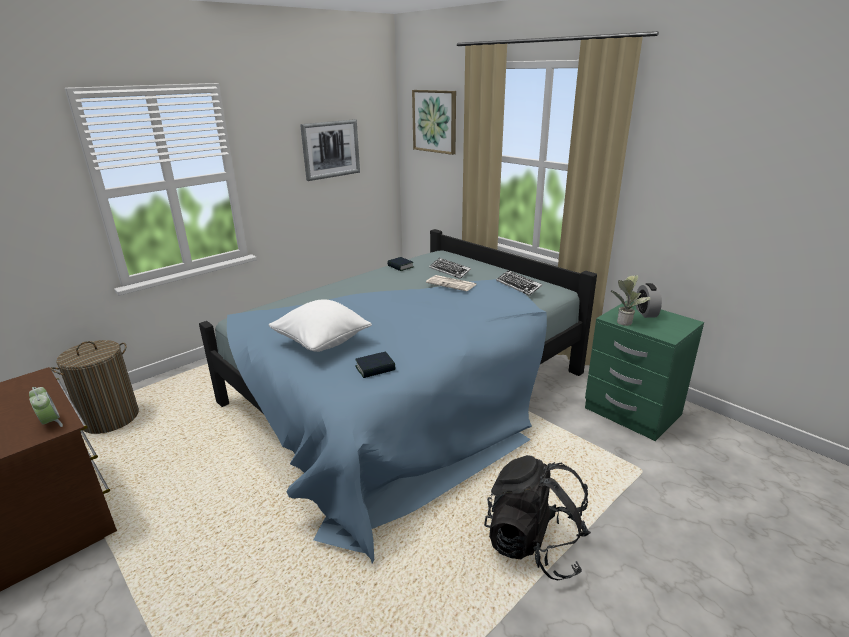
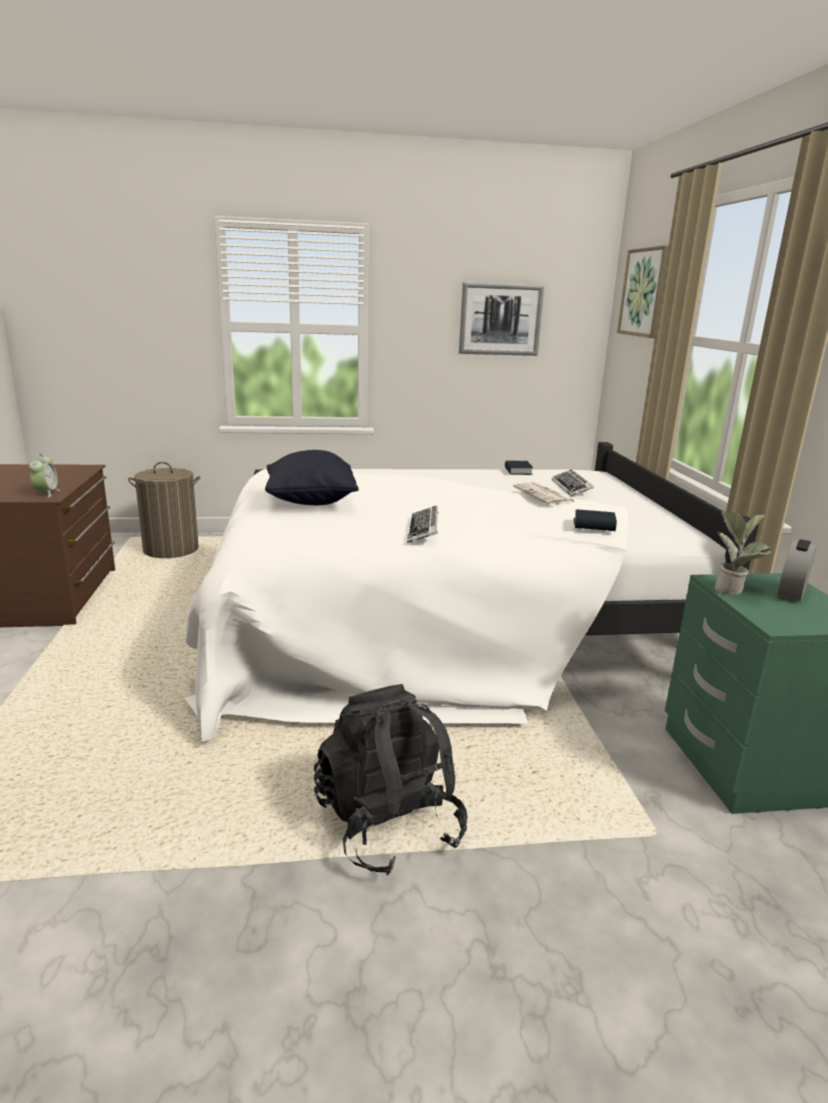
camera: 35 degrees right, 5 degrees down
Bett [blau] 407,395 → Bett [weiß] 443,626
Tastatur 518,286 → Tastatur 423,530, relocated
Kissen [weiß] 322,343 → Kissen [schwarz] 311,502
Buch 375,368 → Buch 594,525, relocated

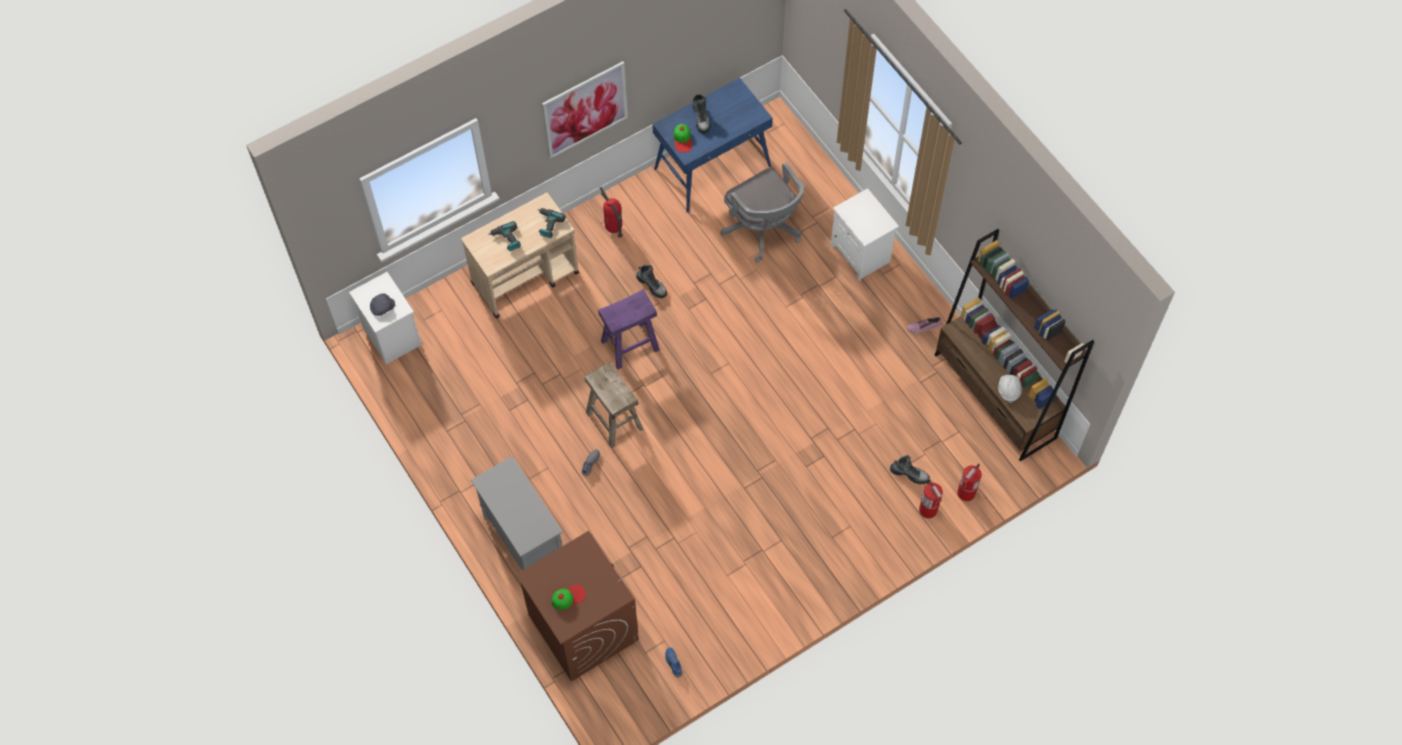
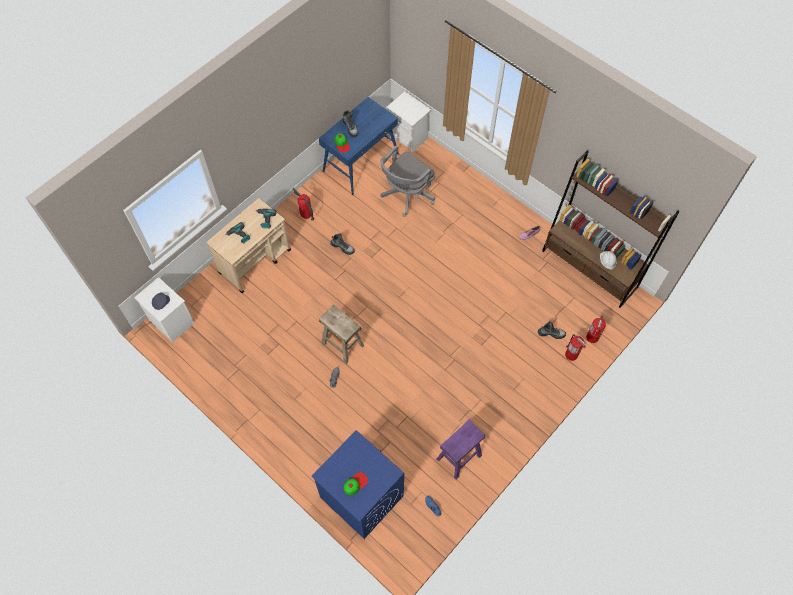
camera: 15 degrees left, 0 degrees up
Bild 585,109 → -
Bürostuhl [grau] 764,230 → Bürostuhl [grau] 406,195, 90 degrees clockwise
Nachttisch [weiß] 862,254 → Nachttisch [weiß] 409,138, relocated
Hocker [lila] 630,345 → Hocker [lila] 459,456, relocated
Schrank [grau] 524,541 → -
Waschmaschine [braun] 582,626 → Waschmaschine [blau] 361,496

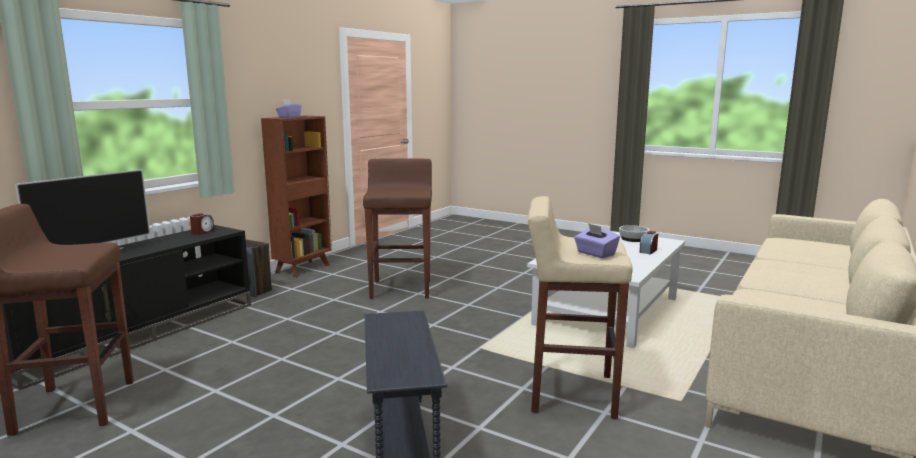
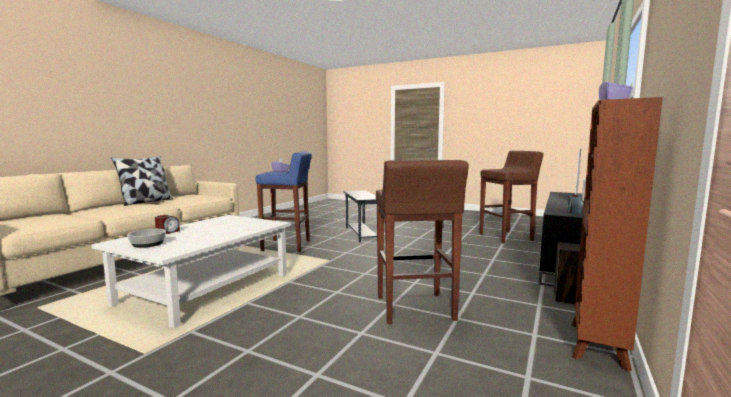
camera: 175 degrees right, 5 degrees down
Hocker [beige] 570,393 → Hocker [blau] 287,246
- → Kissen 146,202

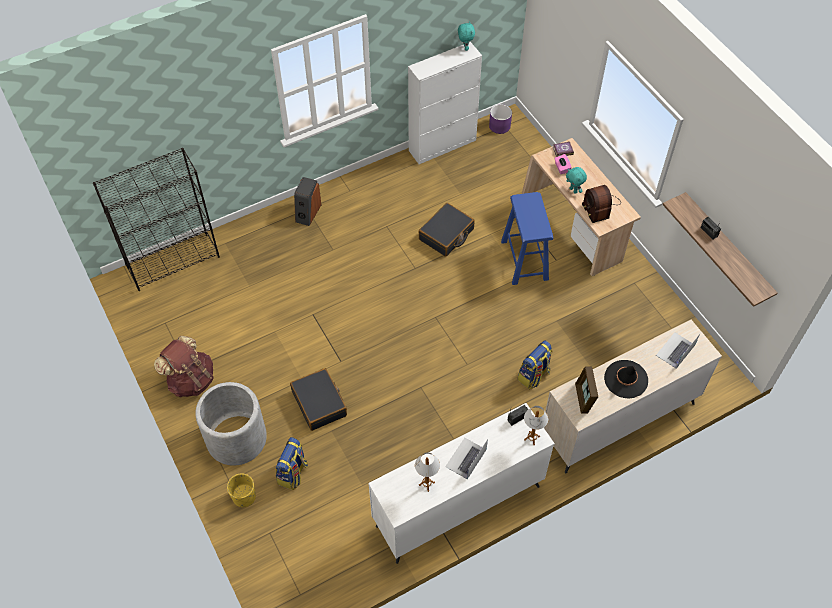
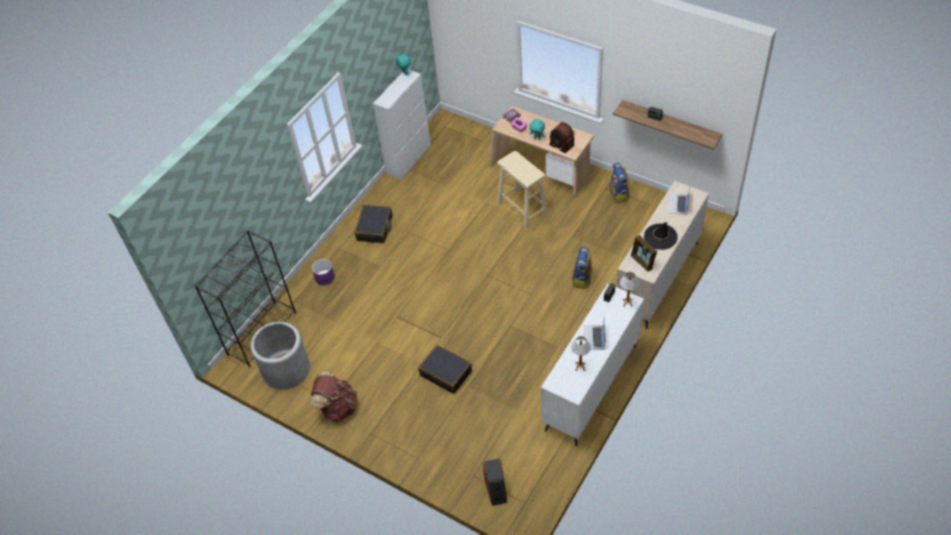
camera: 25 degrees left, 5 degrees down
Pflanzkübel [lila] 500,126 → Pflanzkübel [lila] 325,277, relocated
Lautsprecher 307,213 → Lautsprecher 496,490, relocated
Hocker [blau] 524,260 → Hocker [beige] 522,208
Koffer [schwarz] 446,235 → Koffer [schwarz] 375,228, relocated
Pflanzkübel [grau] 236,438 → Pflanzkübel [grau] 286,370, relocated
Rucksack 293,474 → Rucksack 618,194, relocated
Pflanzkübel [gelb] 244,496 → -

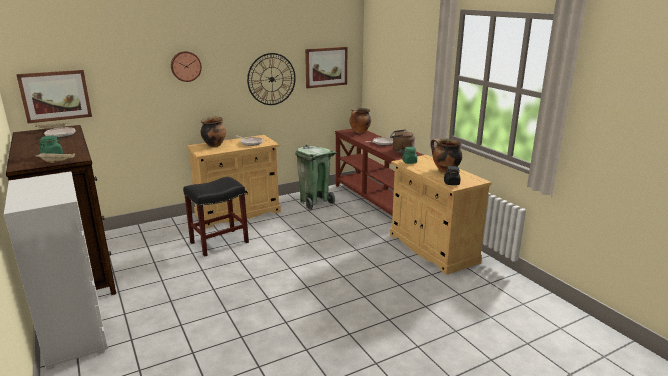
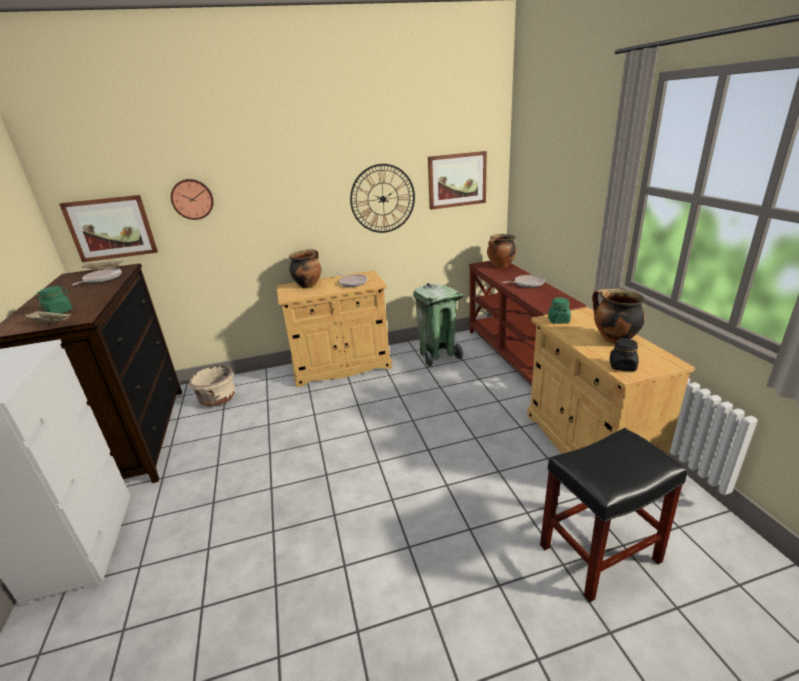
camera: 15 degrees right, 5 degrees up
Wanduhr 185,66 → Wanduhr 192,199, relocated
Wasserkessel [braun] 401,151 → -
Hocker [schwarz] 219,242 → Hocker [schwarz] 599,552, relocated
- → Pflanzkübel [beige] 217,399

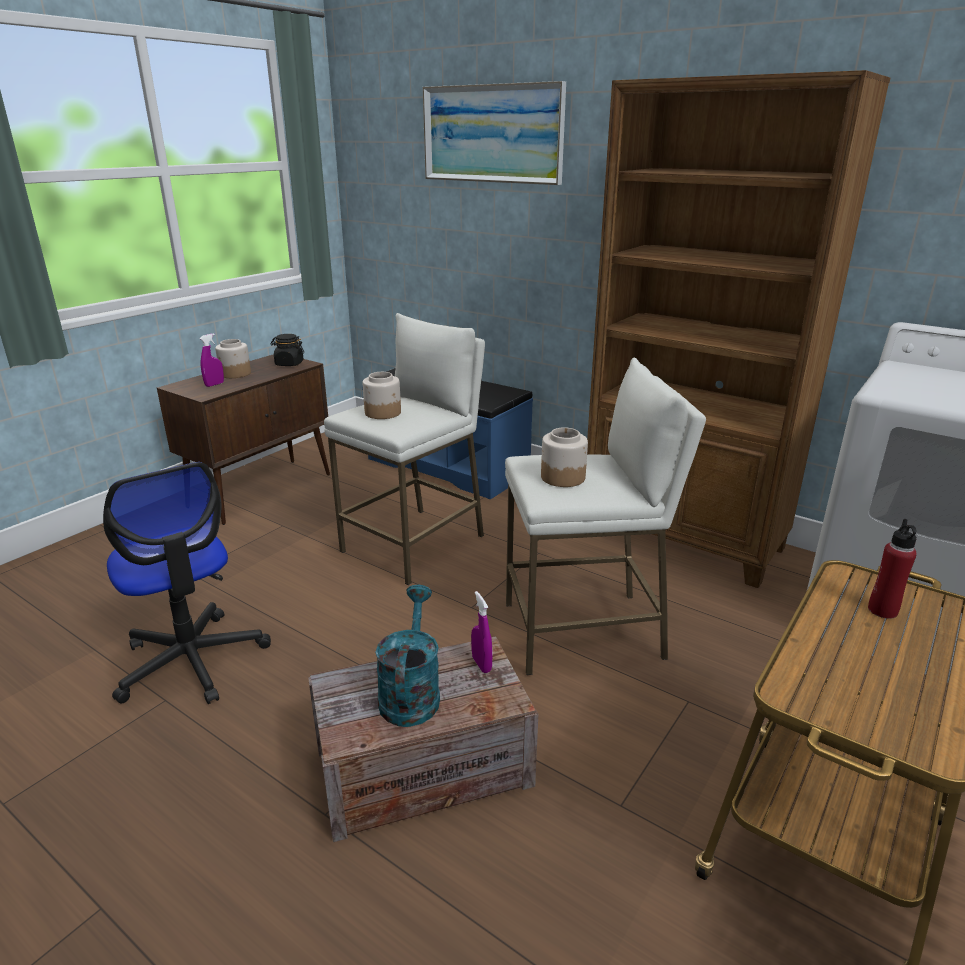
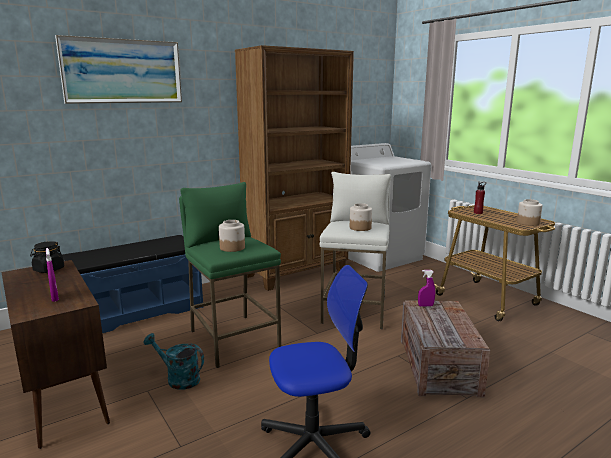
camera: 70 degrees left, 10 degrees down
Hocker [weiß] 414,544 → Hocker [grün] 233,339
Vorratsglas 235,374 → Vorratsglas 528,223, relocated
Gießkanne [türkis] 410,692 → Gießkanne [türkis] 178,379, relocated

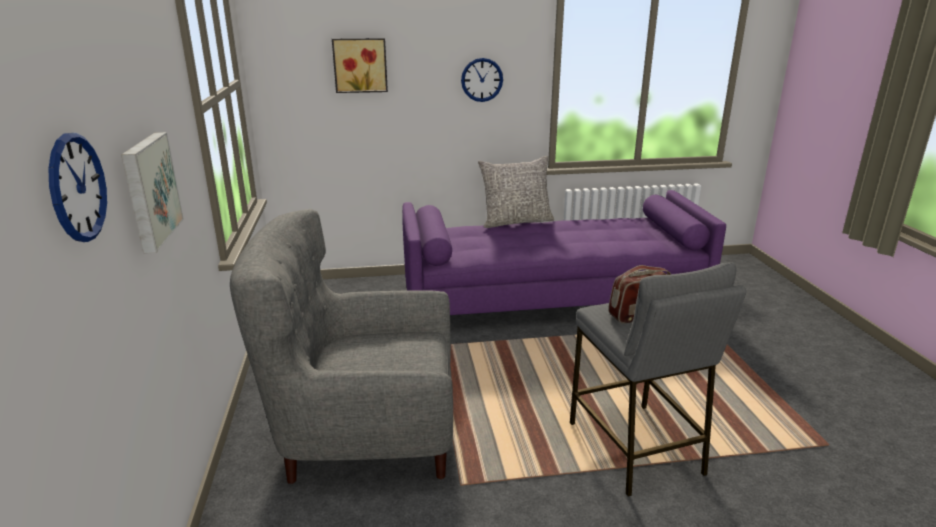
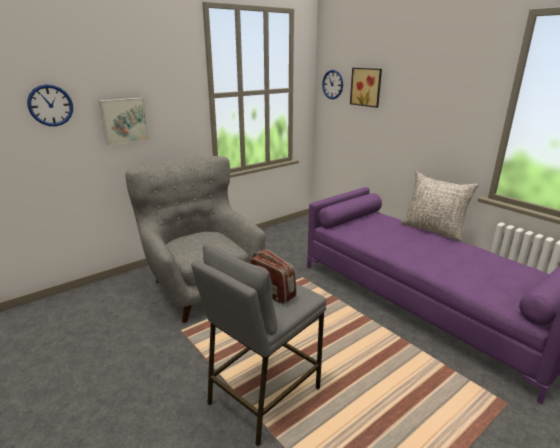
camera: 60 degrees right, 0 degrees up
Wanduhr 482,80 → Wanduhr 332,84, relocated

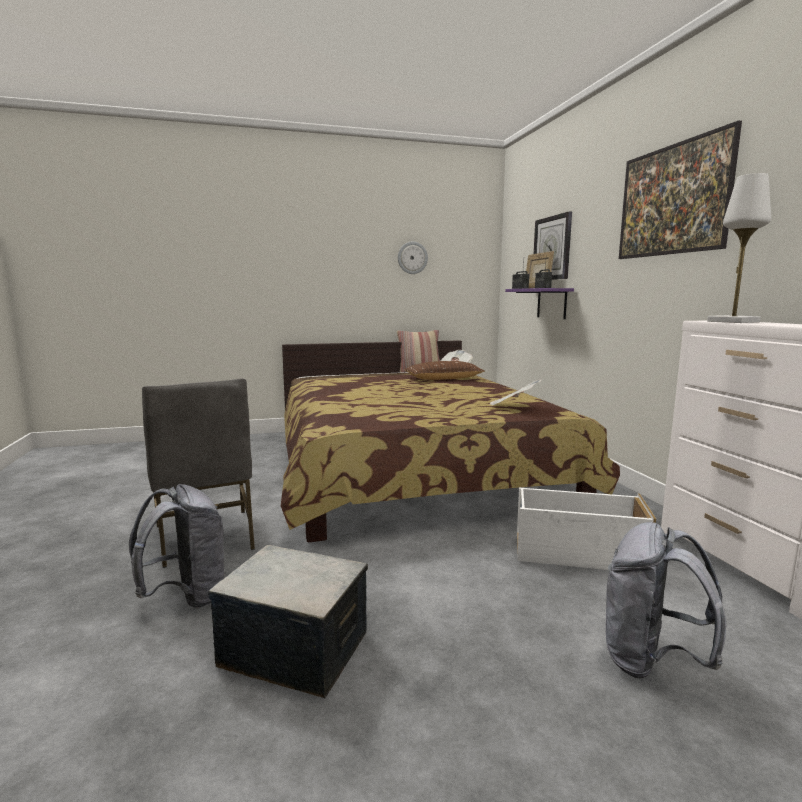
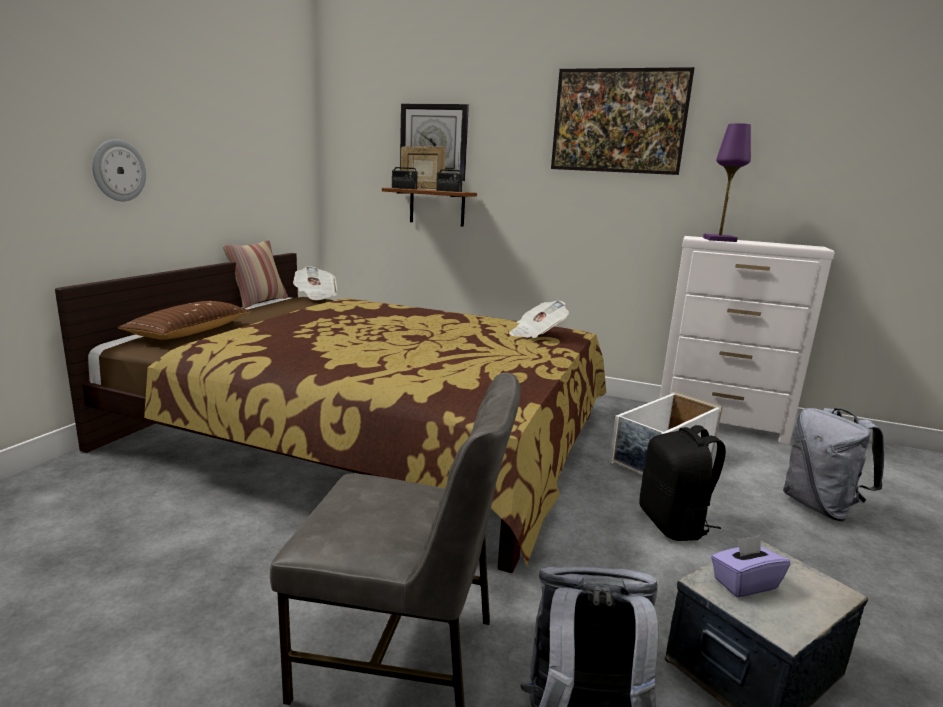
camera: 55 degrees left, 5 degrees up
Tischlampe [weiß] 733,322 → Tischlampe [lila] 719,240
Wanduhr 412,258 → Wanduhr 118,170, relocated
Wandregal [lila] 552,303 → Wandregal [braun] 437,207
Kissen [braun] 443,379 → Kissen [braun] 190,332, relocated
- → Rucksack [schwarz] 674,524
- → Taschentuchbox [lila] 744,583

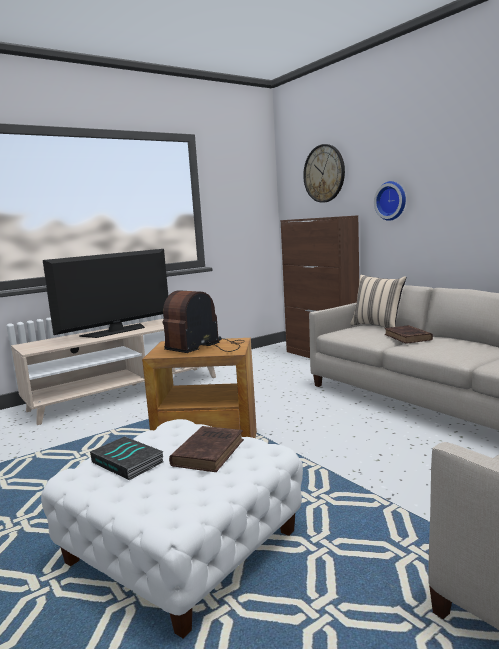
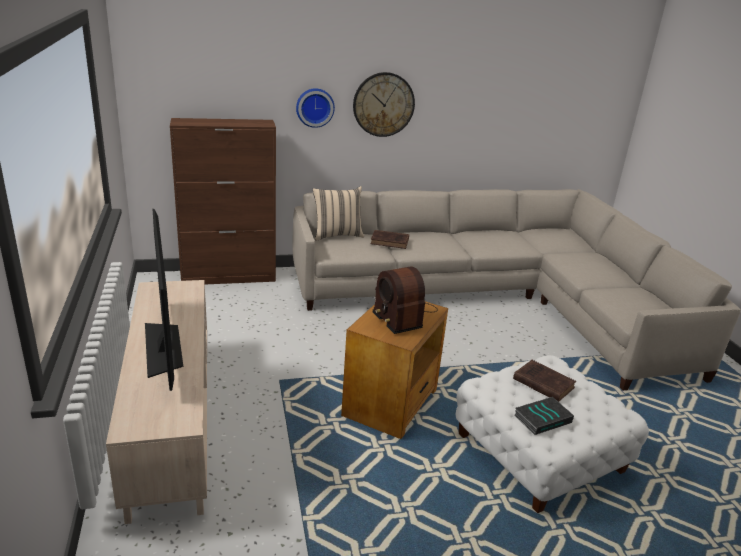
camera: 70 degrees left, 15 degrees up
Wanduhr 324,173 → Wanduhr 383,104, relocated

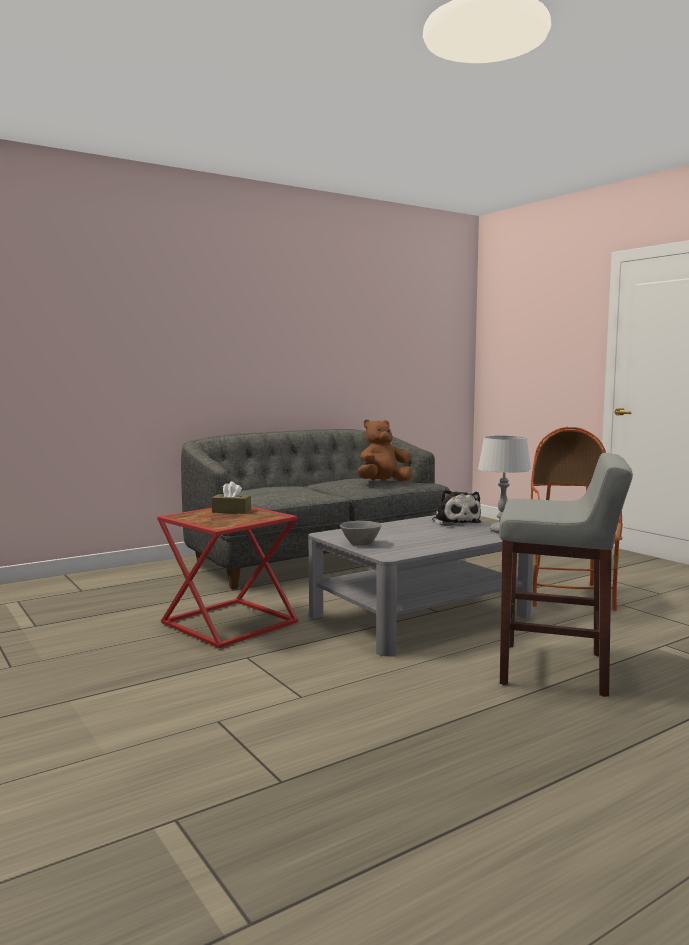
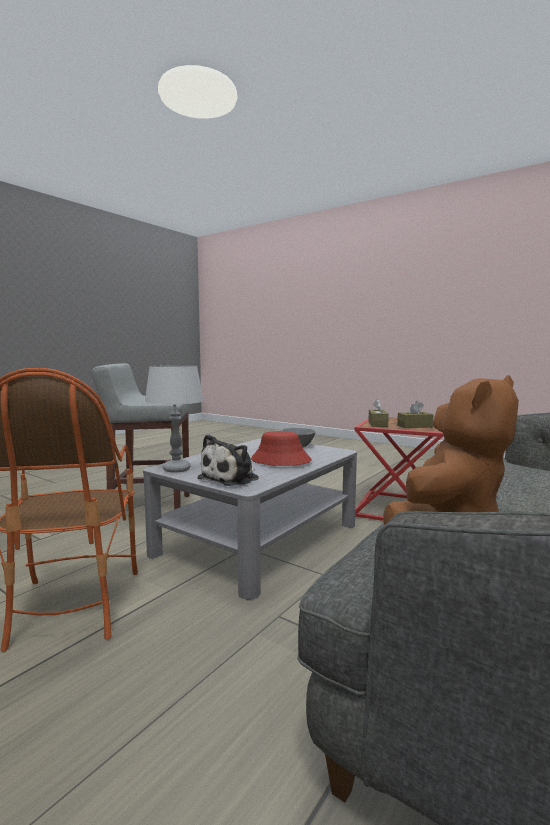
camera: 160 degrees right, 0 degrees up
Plüschtier 455,522 → Plüschtier 231,478, 105 degrees counterclockwise
- → Taschentuchbox [braun] 377,424
- → Hut [rot] 280,460

